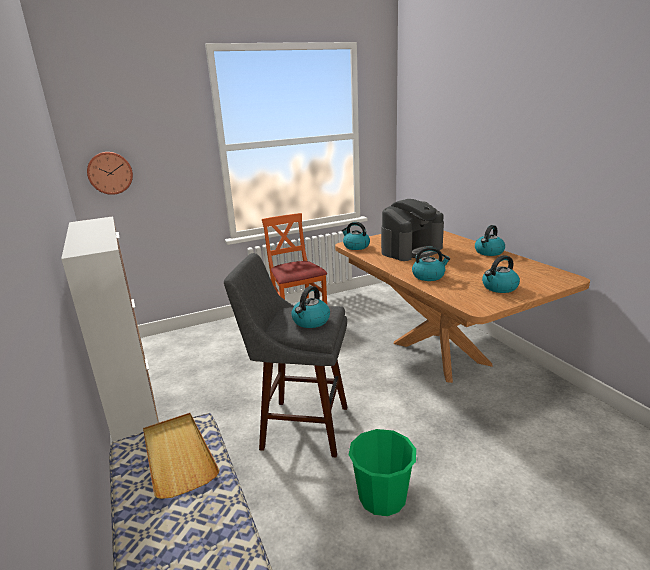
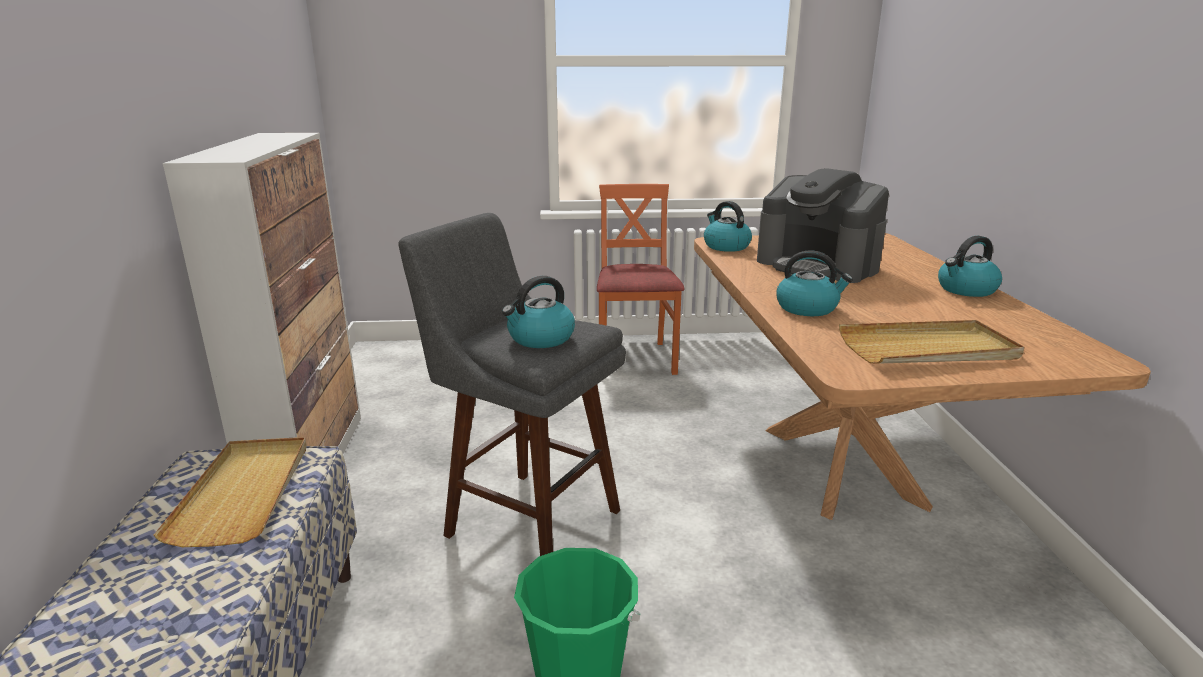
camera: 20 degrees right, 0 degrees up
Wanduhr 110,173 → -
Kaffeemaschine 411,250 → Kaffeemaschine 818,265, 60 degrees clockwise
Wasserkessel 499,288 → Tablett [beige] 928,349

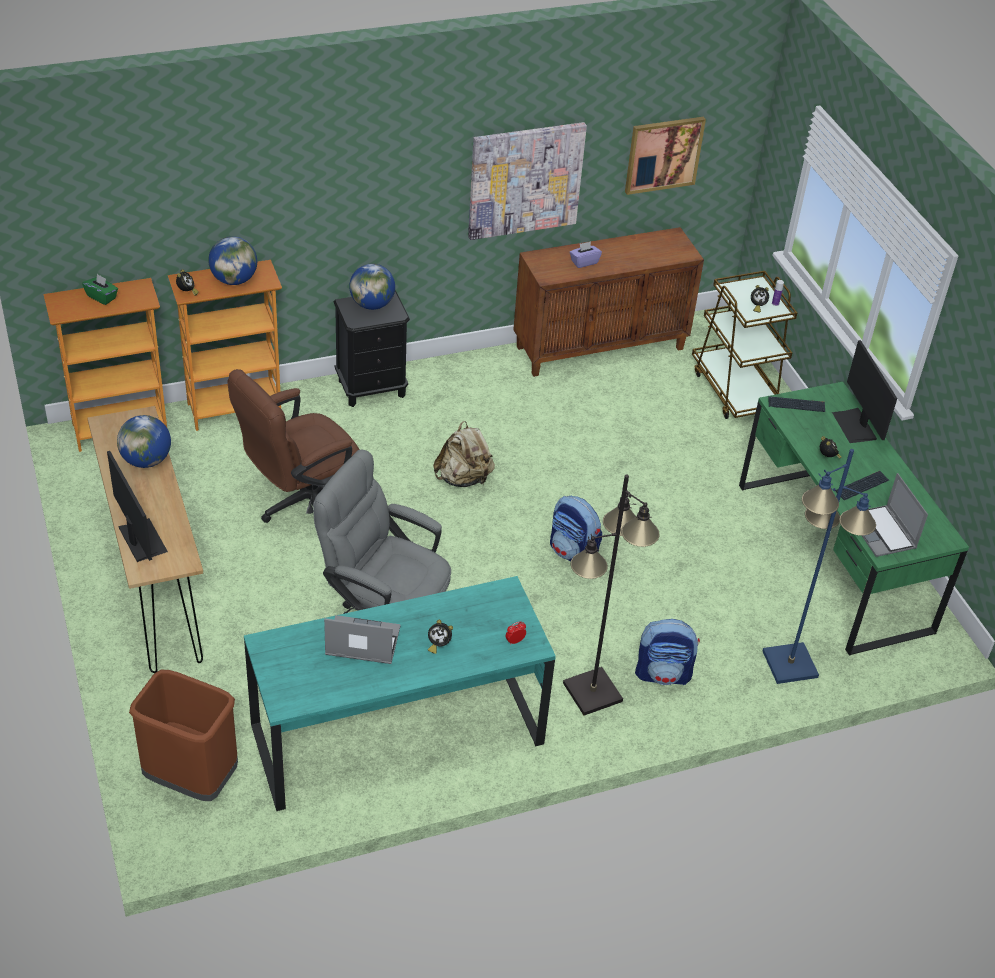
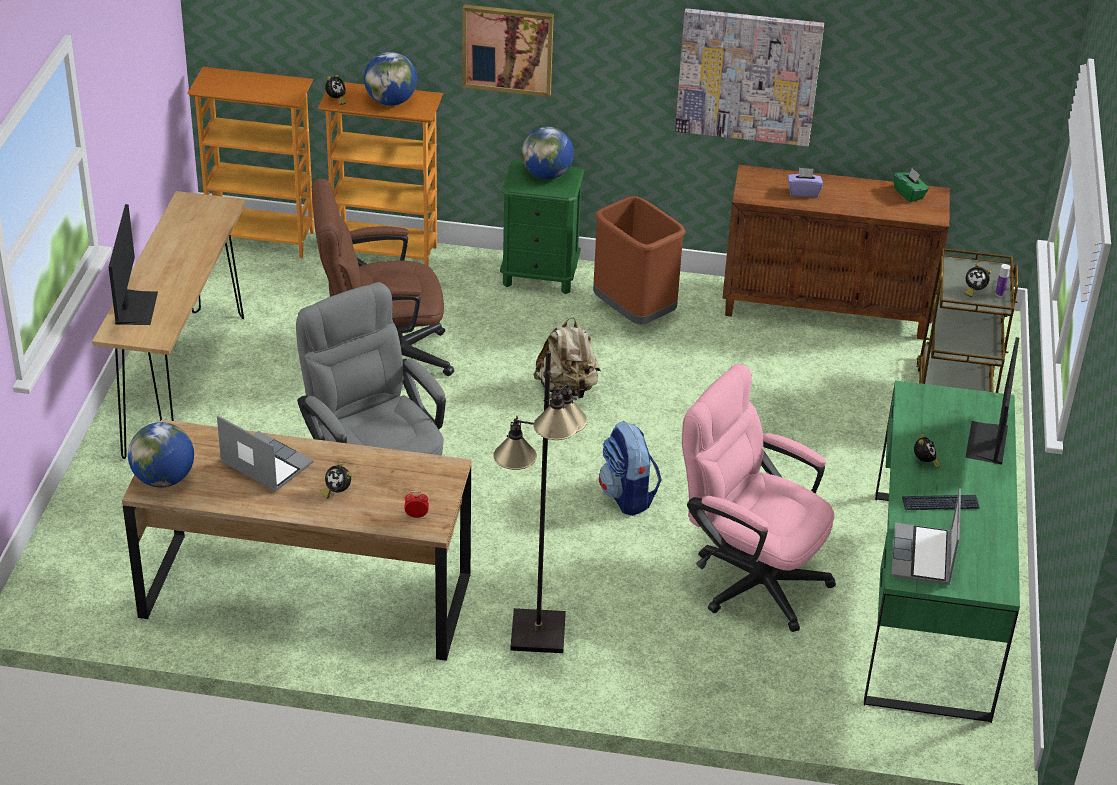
camera: 30 degrees right, 5 degrees down
Bild 663,154 → Bild 507,49, relocated
Taschentuchbox [grün] 102,297 → Taschentuchbox [grün] 909,194, relocated
Nachttisch [schwarz] 372,388 → Nachttisch [grün] 540,275
Tastatur 796,405 → -
Globus 146,460 → Globus 164,479, relocated
Stehlampe [blau] 789,664 → -
Schreibtisch [türkis] 397,734 → Schreibtisch [braun] 306,595
Rucksack 663,674 → -
Mülleimer [braun] 190,779 → Mülleimer [braun] 633,313, relocated
- → Bürostuhl [rosa] 749,577

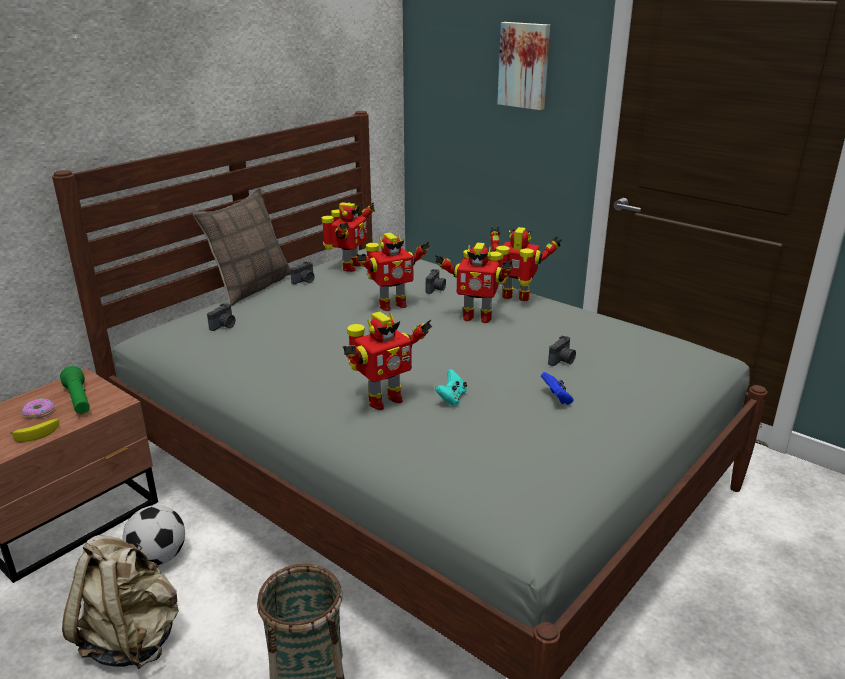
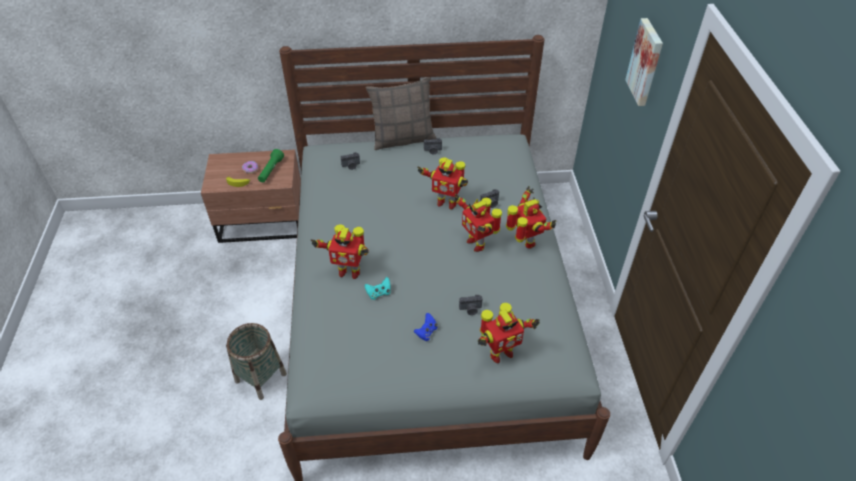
camera: 45 degrees right, 20 degrees up
Spielzeugroboter 349,267 → Spielzeugroboter 499,353, relocated
Fußball 159,557 → -
Rucksack [beige] 132,638 → -

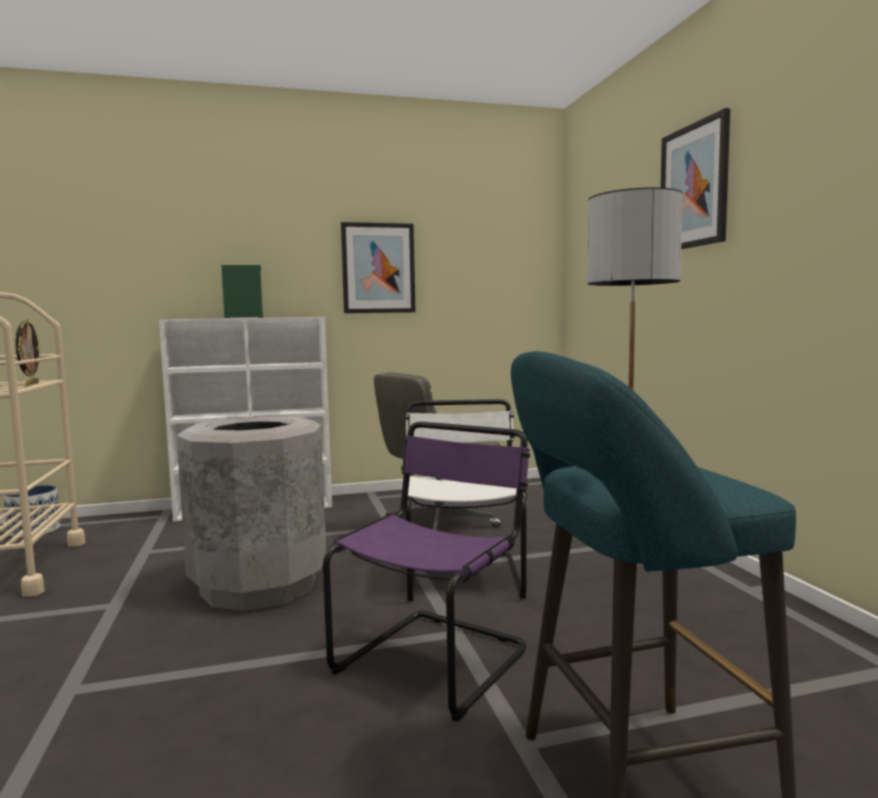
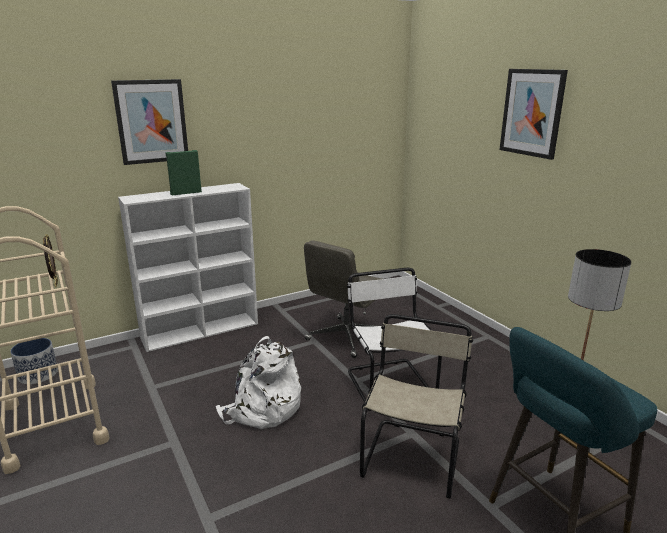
camera: 15 degrees left, 15 degrees up
Bild 378,268 → Bild 151,121, relocated
Mülleimer [grau] 259,585 → Rucksack [weiß] 262,409
Stuhl [lila] 436,658 → Stuhl [beige] 412,455

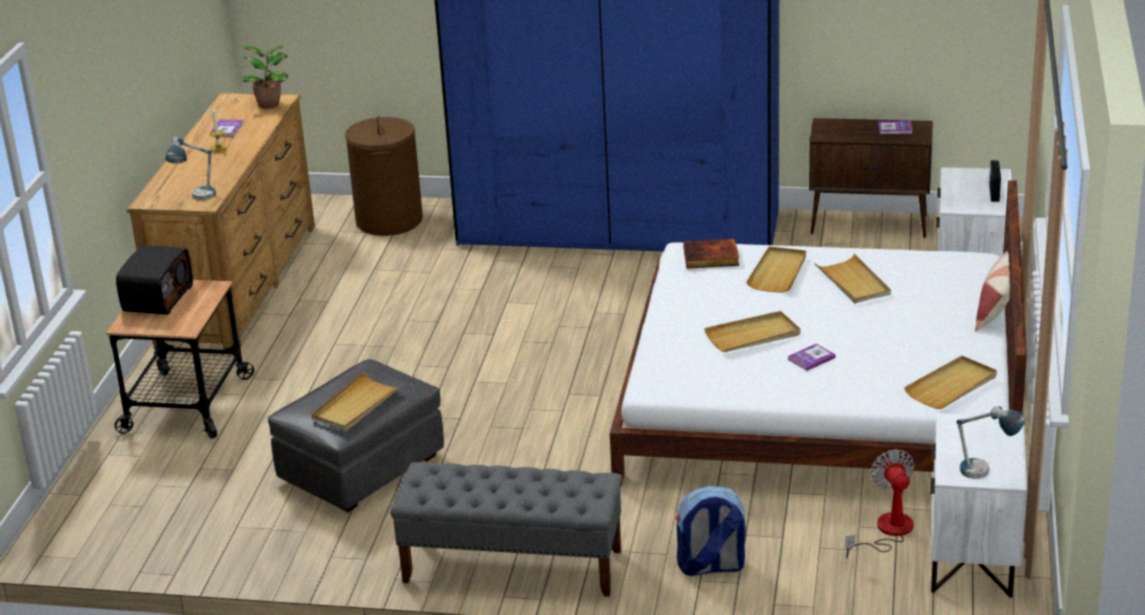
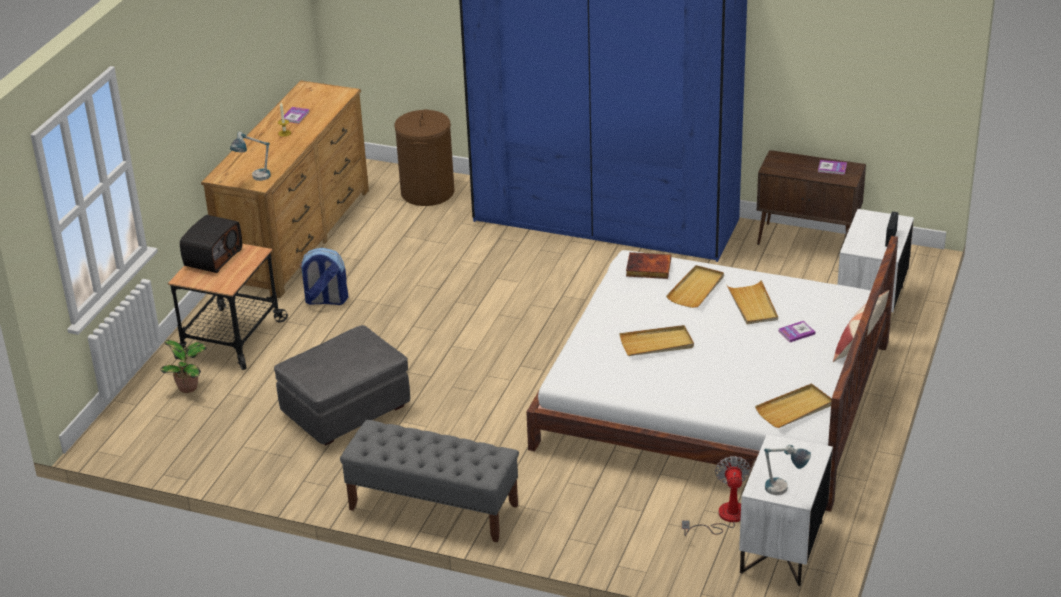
camera: 10 degrees right, 5 degrees up
Topfpflanze 270,104 → Topfpflanze 189,387, relocated
Buch 811,358 → Buch 796,332, relocated
Tablett [beige] 356,405 → -
Rucksack 711,567 → Rucksack 325,300, relocated

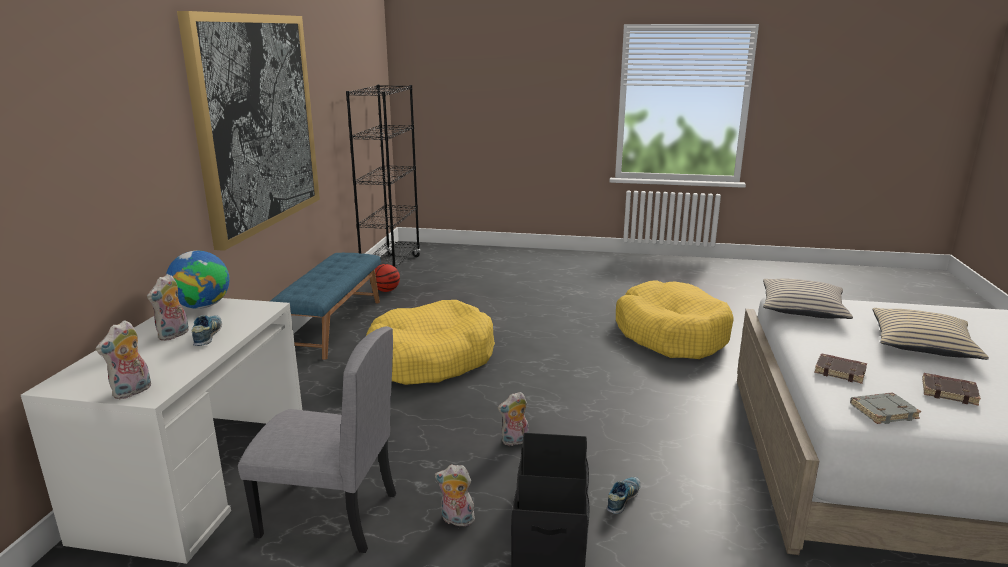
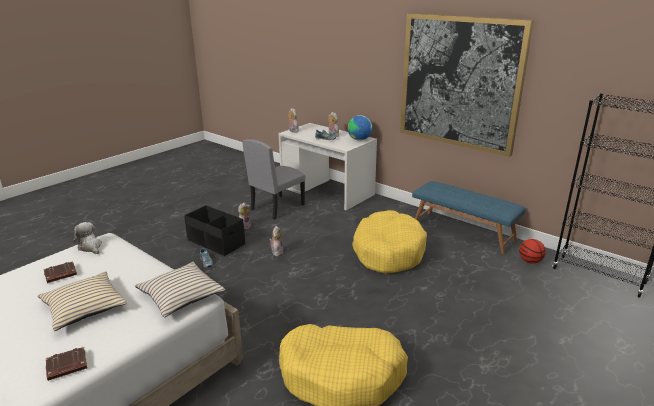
camera: 120 degrees right, 5 degrees up
Buch [braun] 840,371 → Buch [braun] 66,367, relocated
Buch [grau] 883,411 → Plüschtier 90,247

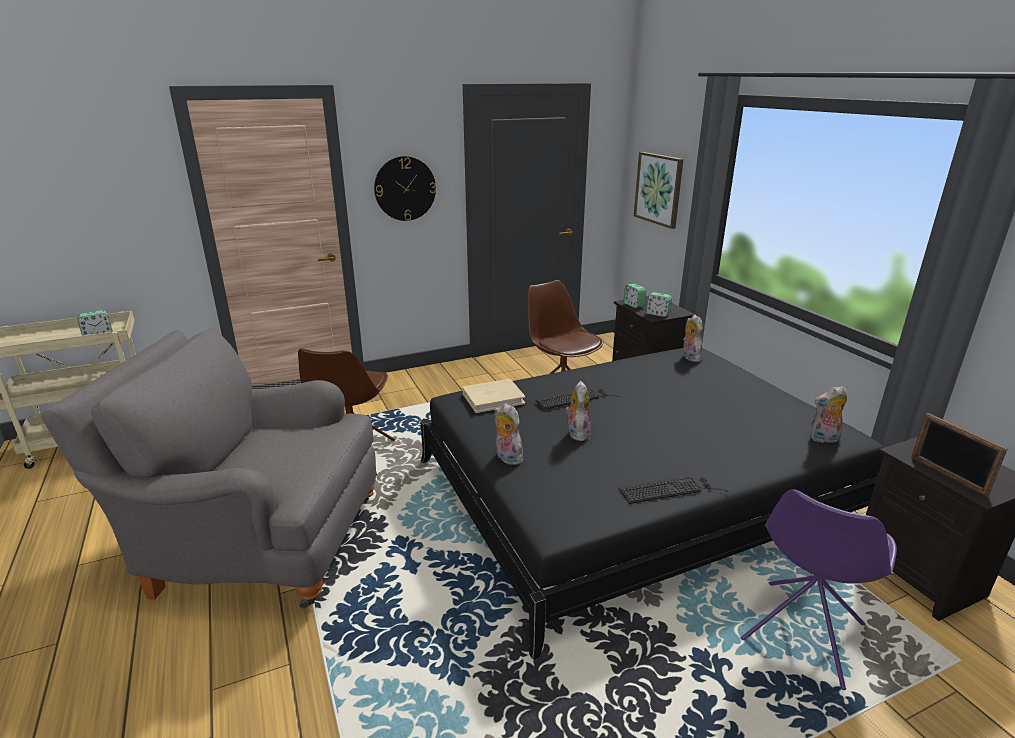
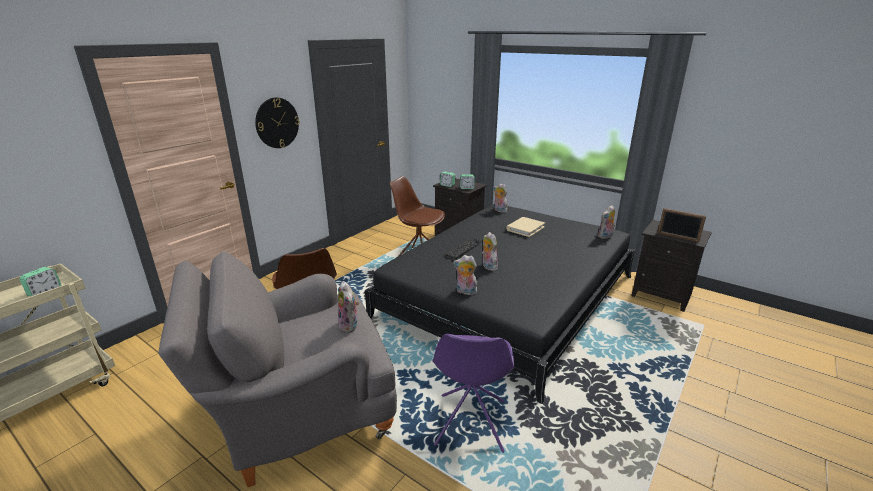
camera: 30 degrees left, 0 degrees up
Bild 659,189 → -
Buch [beige] 493,398 → Buch [beige] 525,228, relocated
Tastatur 669,489 → -
Stuhl [lila] 801,634 → Stuhl [lila] 470,423, relocated
- → Plüschtier 350,326

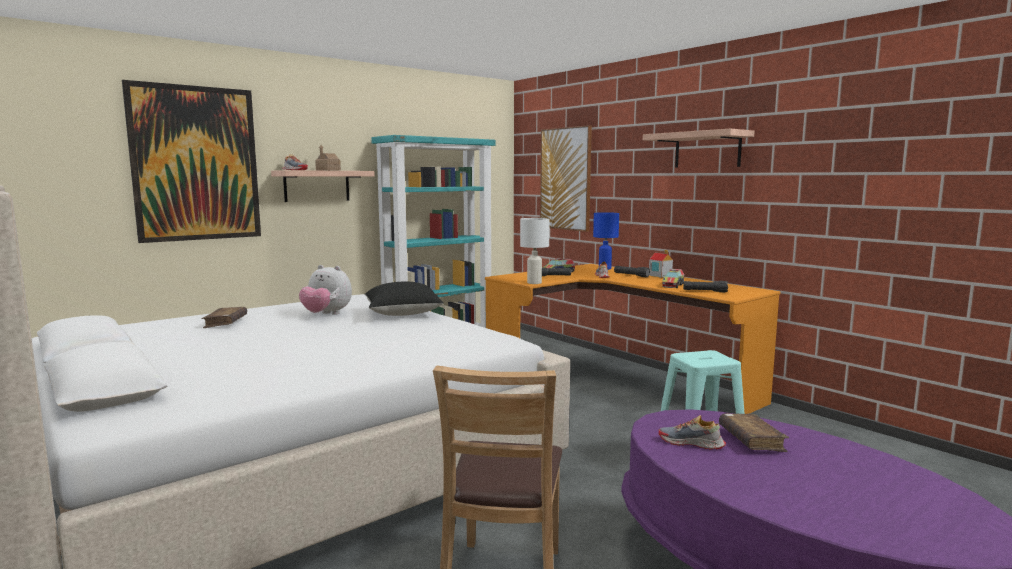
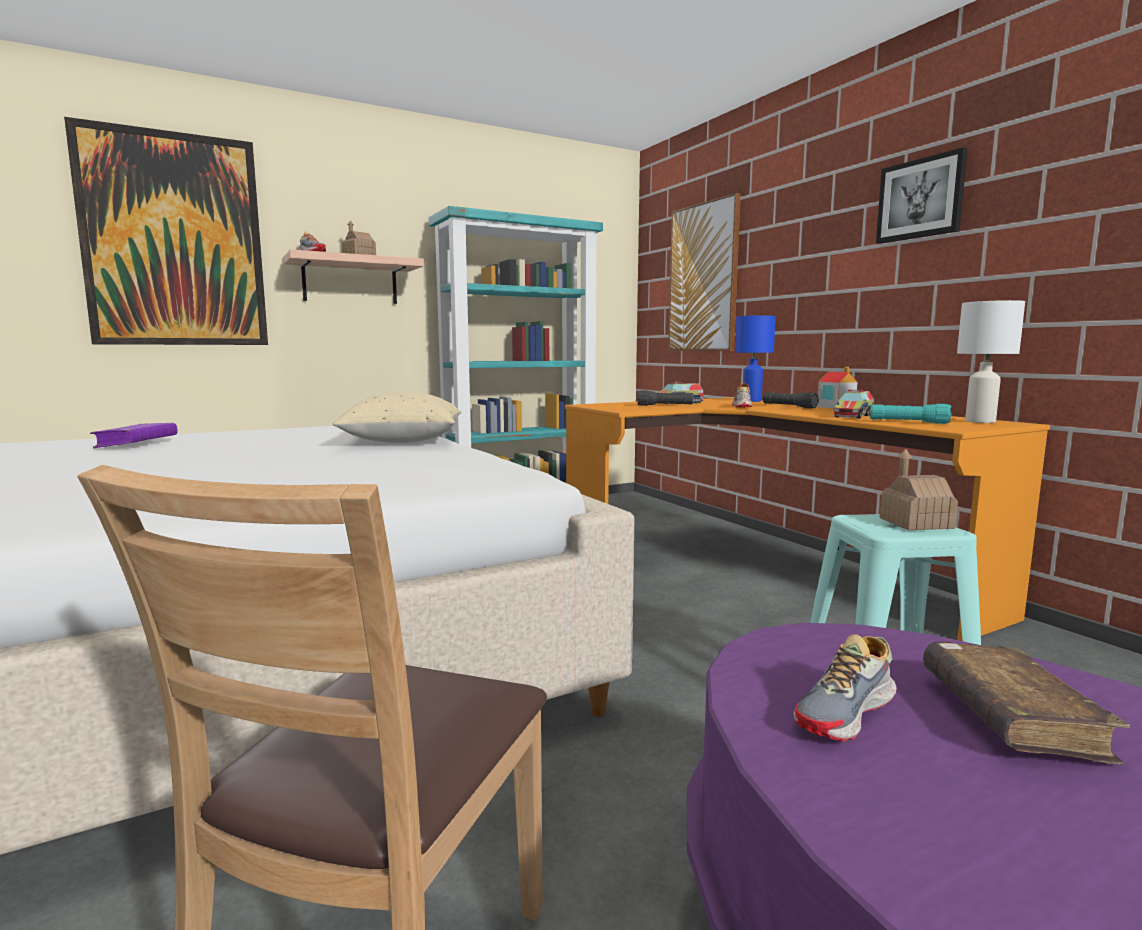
camera: 10 degrees right, 0 degrees up
Wandregal 707,150 → Bild 921,199
Tischlampe [weiß] 534,283 → Tischlampe [weiß] 981,421, relocated
Plüschtier 326,314 → -
Kissen [schwarz] 403,313 → Kissen [beige] 403,441
Taschenlampe [schwarz] 705,291 → Taschenlampe [türkis] 908,422
Buch [braun] 225,323 → Buch [lila] 137,444
Schuh 691,443 → Schuh 847,712, 75 degrees counterclockwise
- → Spielzeughaus 915,523

